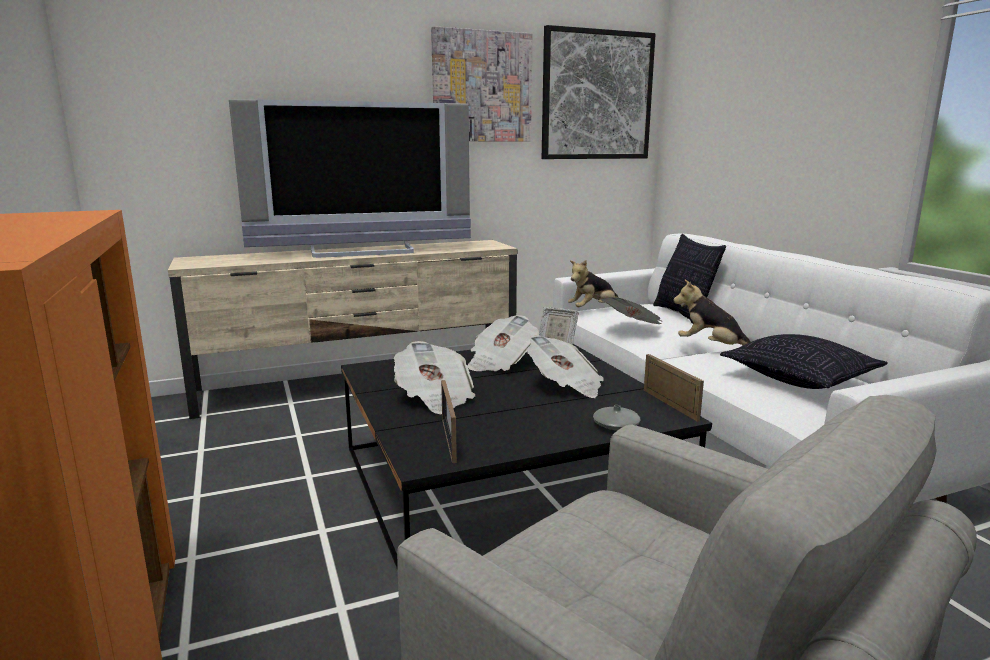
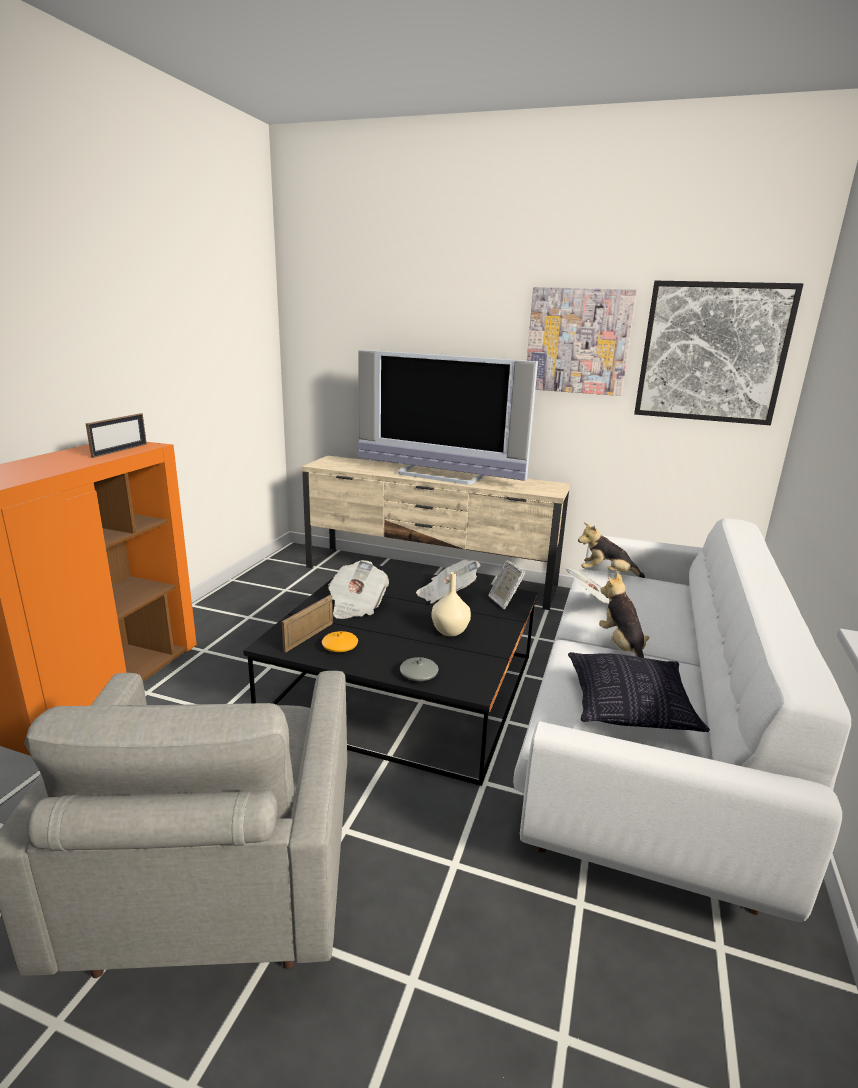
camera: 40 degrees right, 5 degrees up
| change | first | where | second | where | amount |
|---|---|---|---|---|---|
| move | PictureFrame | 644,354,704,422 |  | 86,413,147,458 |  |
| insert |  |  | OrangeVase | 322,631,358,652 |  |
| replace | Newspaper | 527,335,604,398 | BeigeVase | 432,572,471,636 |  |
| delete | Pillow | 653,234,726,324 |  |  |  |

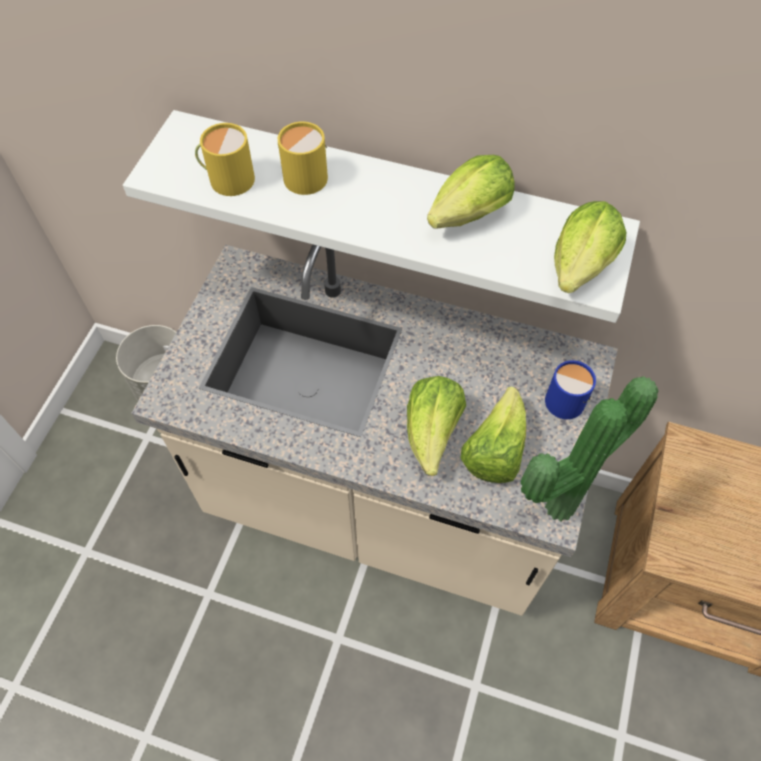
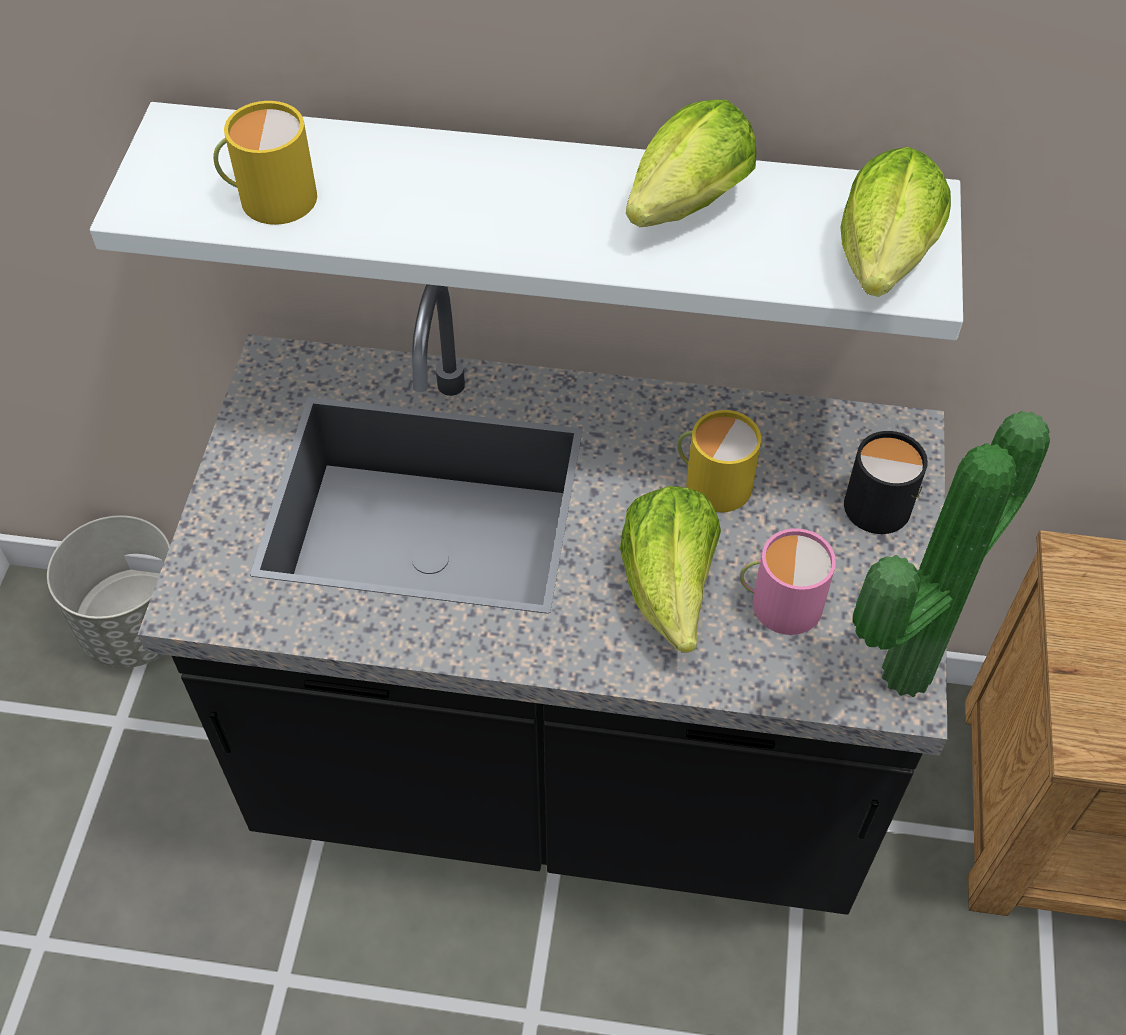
camera: 10 degrees left, 5 degrees down
| change | first | where | second | where | amount |
|---|---|---|---|---|---|
| recolor | BeigeCounter | 131,245,618,616 | BlackCounter | 138,284,947,915 |  |
| move | YellowMug | 278,122,328,195 |  | 677,410,761,512 |  |
| replace | Lettuce | 461,387,526,483 | PinkMug | 739,528,836,635 |  |
| recolor | BlueMug | 545,360,596,419 | BlackMug | 844,431,928,534 |  |

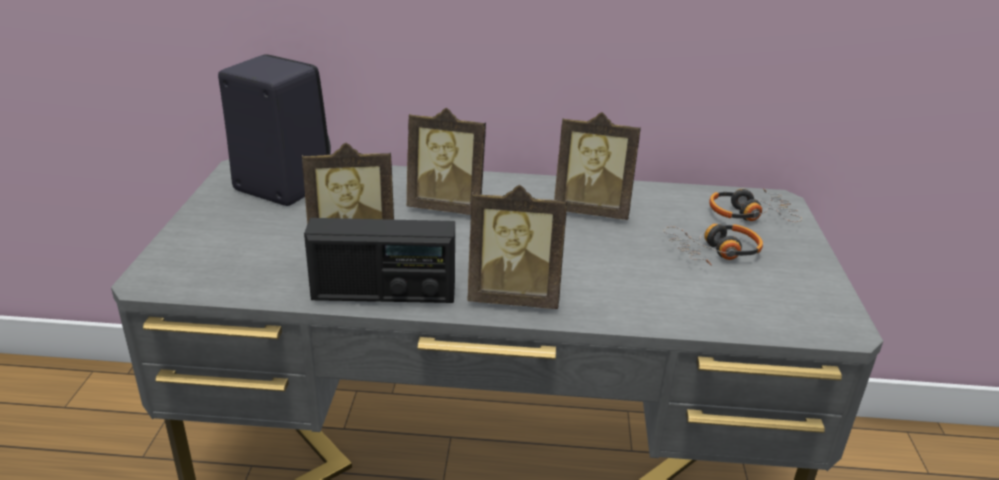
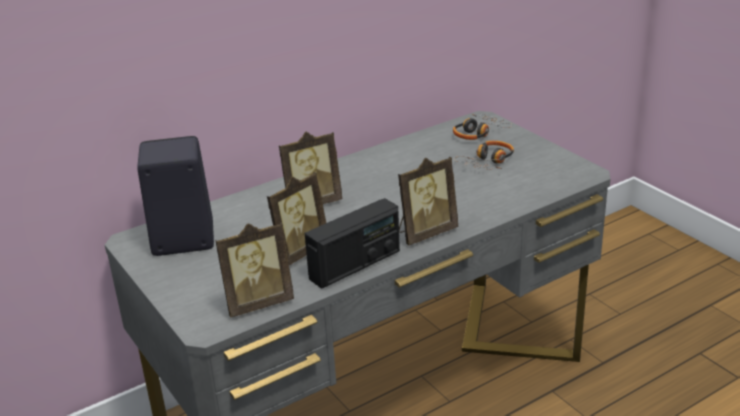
camera: 35 degrees left, 0 degrees up
| change | first | where | second | where | amount |
|---|---|---|---|---|---|
| move | PictureFrame | 554,112,641,220 |  | 215,223,294,317 |  |

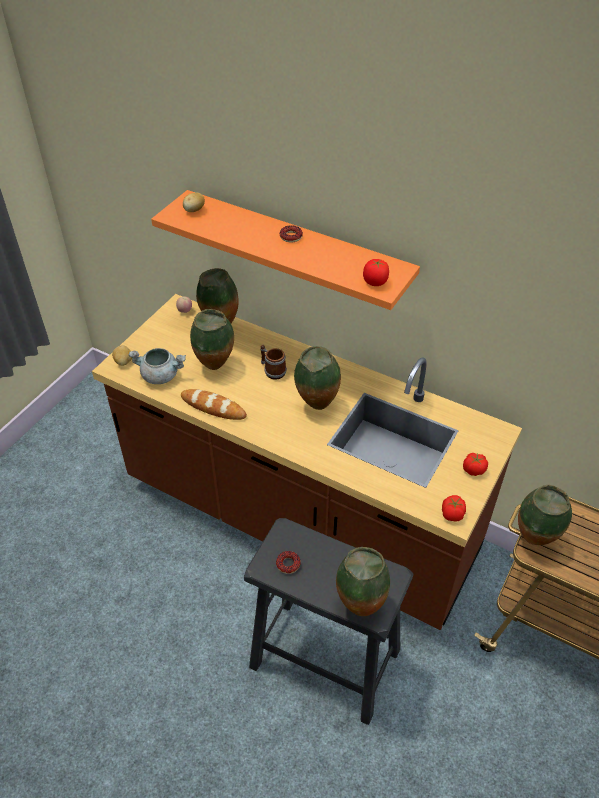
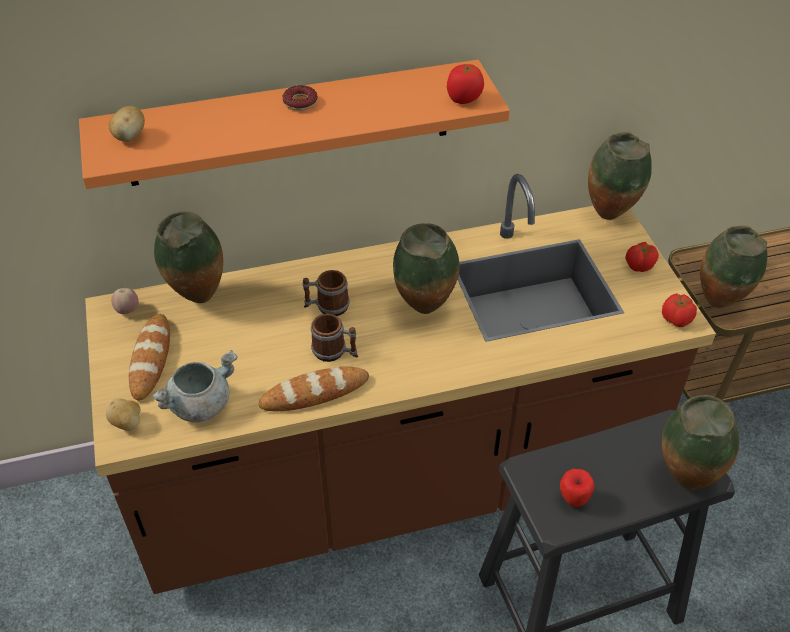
camera: 45 degrees left, 0 degrees up
| change | first | where | second | where | amount |
|---|---|---|---|---|---|
| insert |  |  | Bread | 129,314,170,401 |  |
| insert |  |  | Mug | 311,313,358,362 |  |
| replace | Donut | 276,551,301,574 | Apple | 560,469,595,507 |  |
| move | Vase | 190,309,234,370 |  | 588,132,652,220 |  |

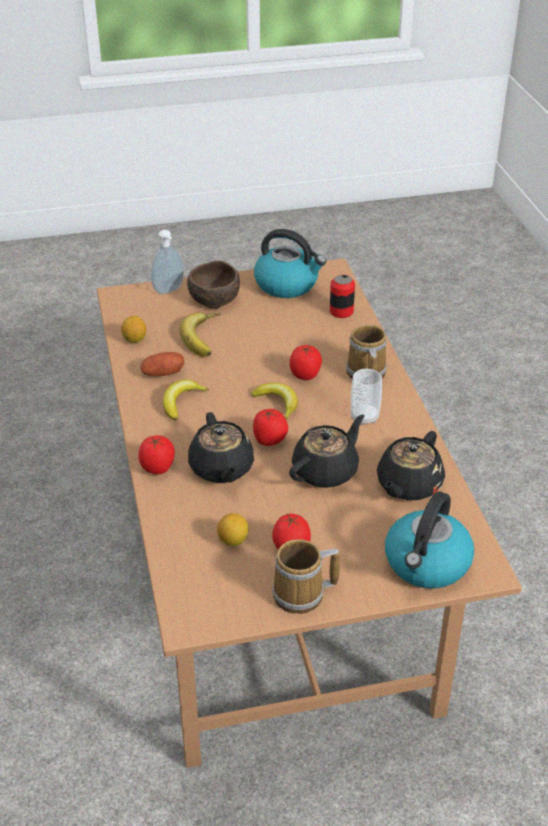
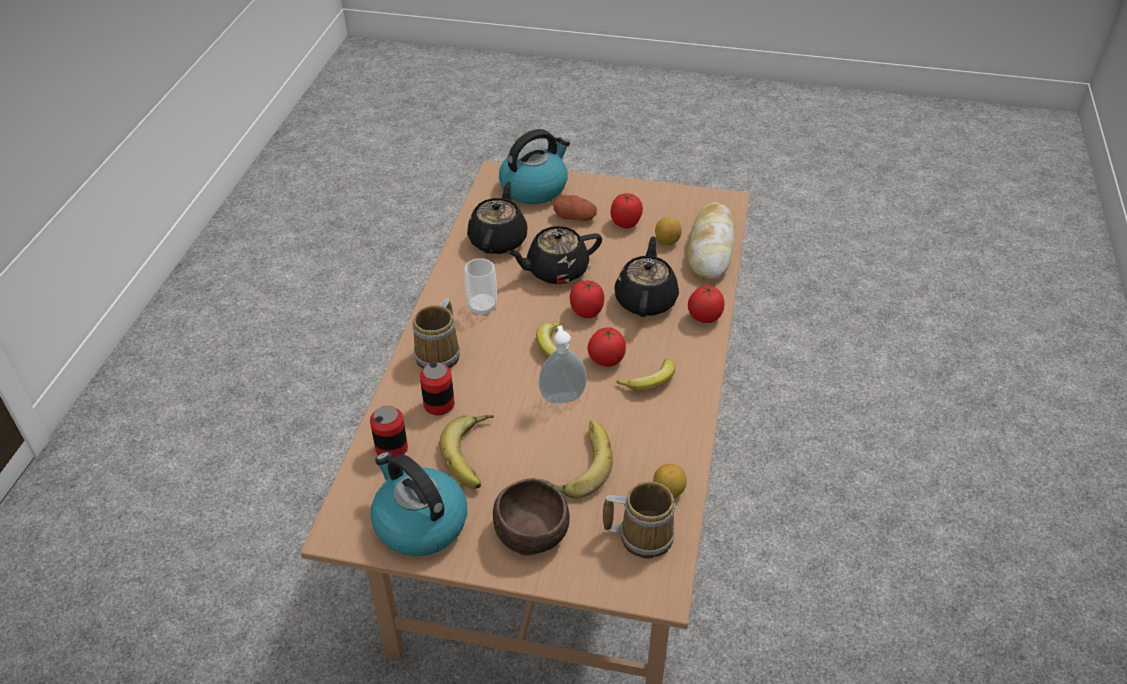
camera: 155 degrees left, 5 degrees up
| change | first | where | second | where | amount |
|---|---|---|---|---|---|
| insert |  |  | Can | 420,362,455,415 |  |
| insert |  |  | Banana | 439,415,494,489 |  |
| rotate | BlackTeapot | 377,431,445,500 |  | 467,181,527,254 | 45 degrees counterclockwise |
| move | SoapDispenser | 151,230,184,294 |  | 539,326,587,404 |  |
| move | Potato | 140,352,184,376 |  | 553,195,597,221 |  |
| move | Tomato | 290,345,322,380 |  | 588,327,626,367 |  |
| move | Mug | 272,539,340,614 |  | 603,481,675,559 |  |
| insert |  |  | Bread | 687,203,735,279 |  |

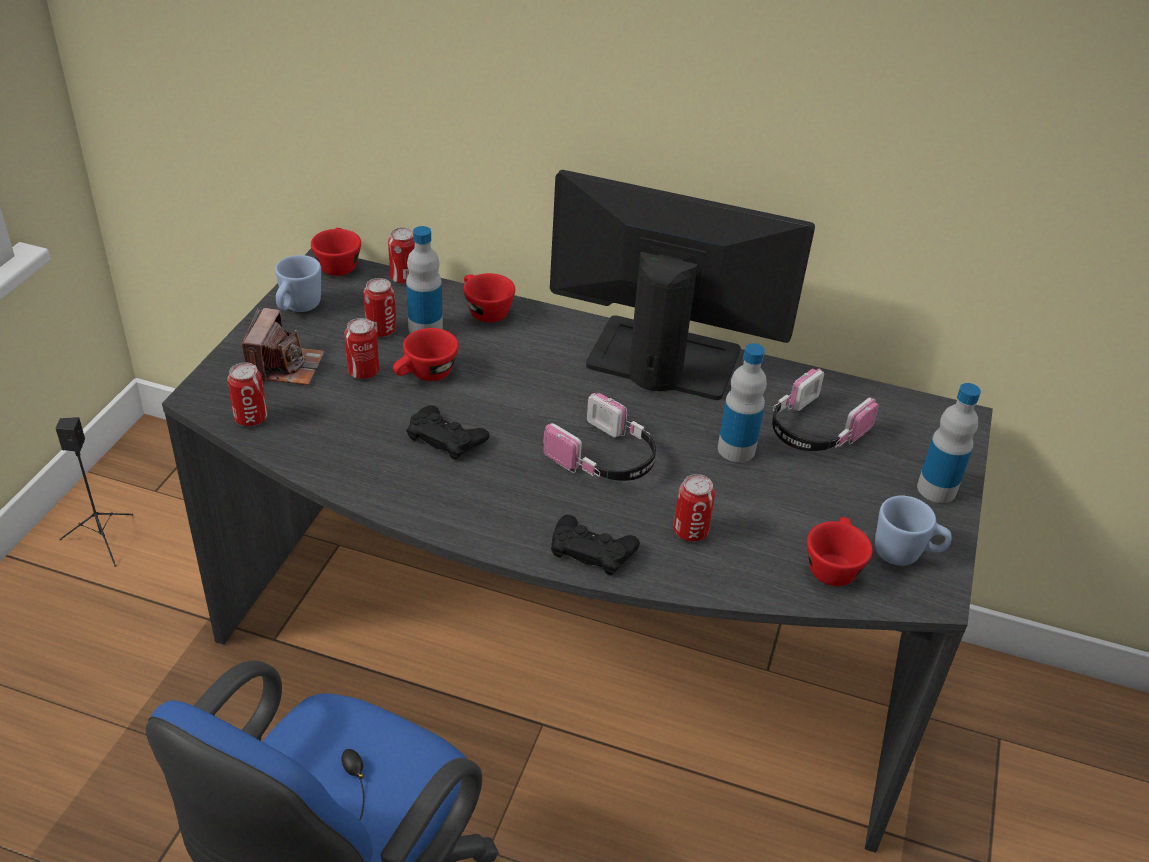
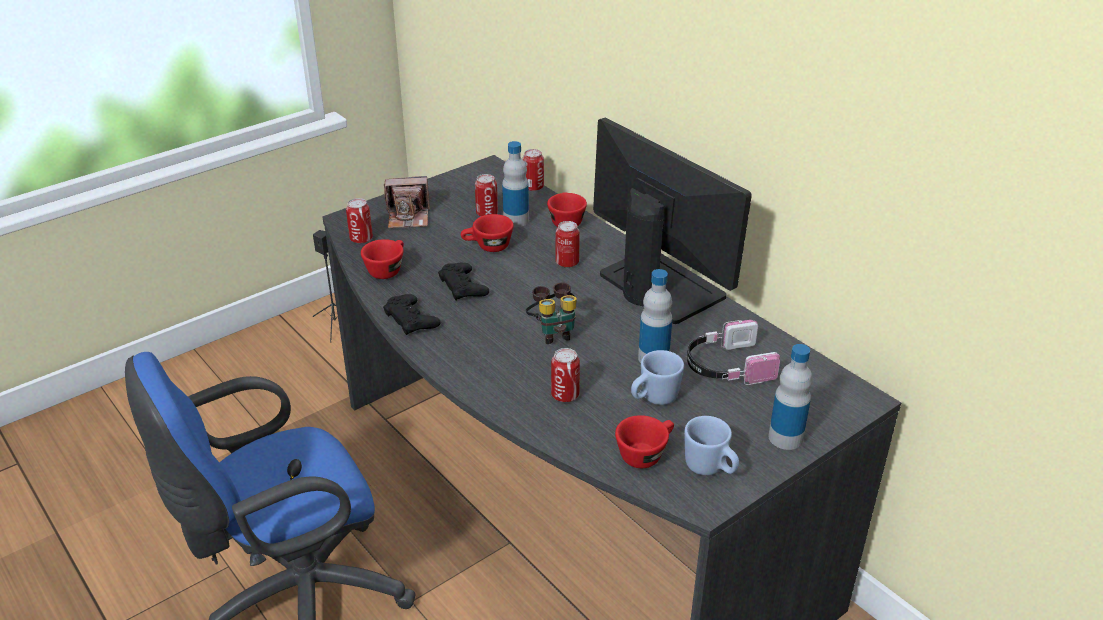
camera: 35 degrees right, 5 degrees down
| change | first | where | second | where | amount |
|---|---|---|---|---|---|
| move | RedCup | 311,228,361,276 |  | 361,239,404,279 |  |
| move | BlackGameController | 551,515,640,575 |  | 383,294,440,335 |  |
| rotate | PhotoCamera | 242,308,325,385 |  | 384,176,430,228 | 45 degrees clockwise |
| replace | Headphones | 543,393,656,481 | Binoculars | 526,283,577,344 |  |
| move | Can | 345,318,379,379 |  | 555,221,579,268 |  |
| move | BlueMug | 275,255,321,312 |  | 631,350,684,405 |  |

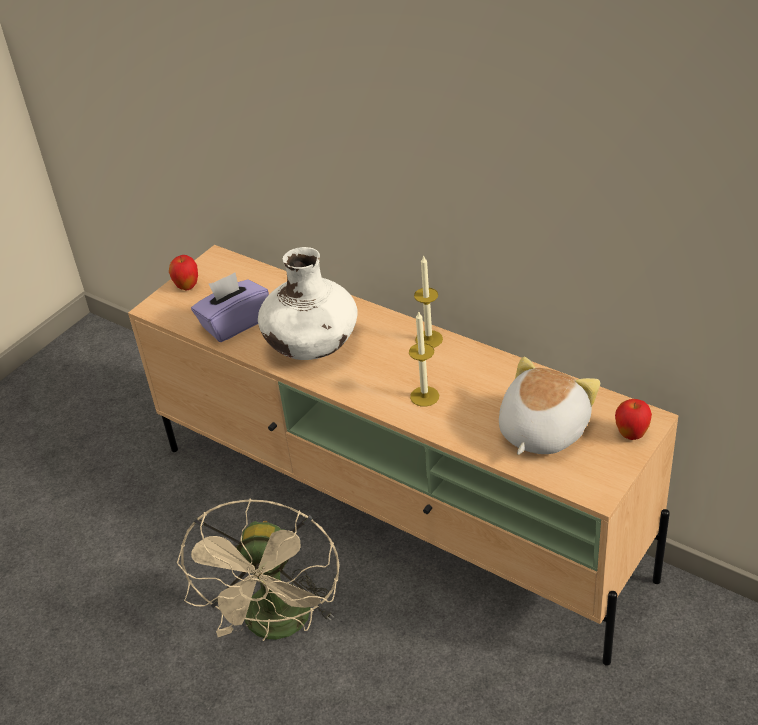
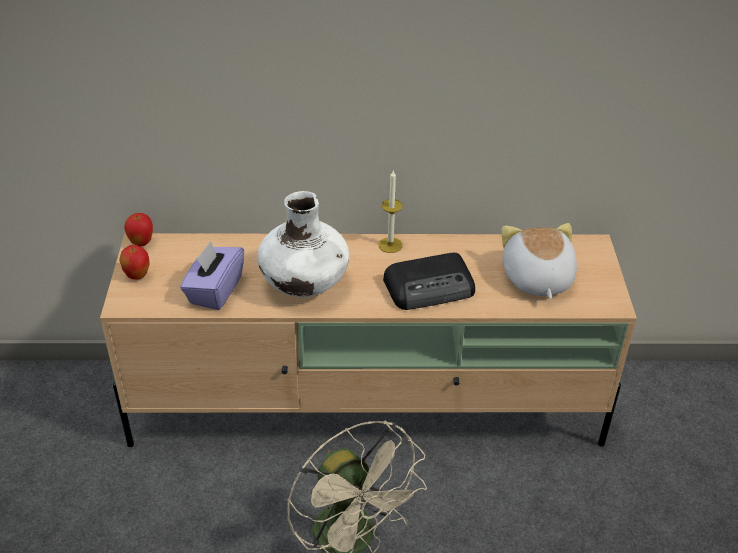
camera: 40 degrees left, 0 degrees up
| change | first | where | second | where | amount |
|---|---|---|---|---|---|
| move | Apple | 615,399,652,440 |  | 124,213,153,247 |  |
| replace | Candle | 409,312,439,407 | Radio | 383,253,475,310 |  |

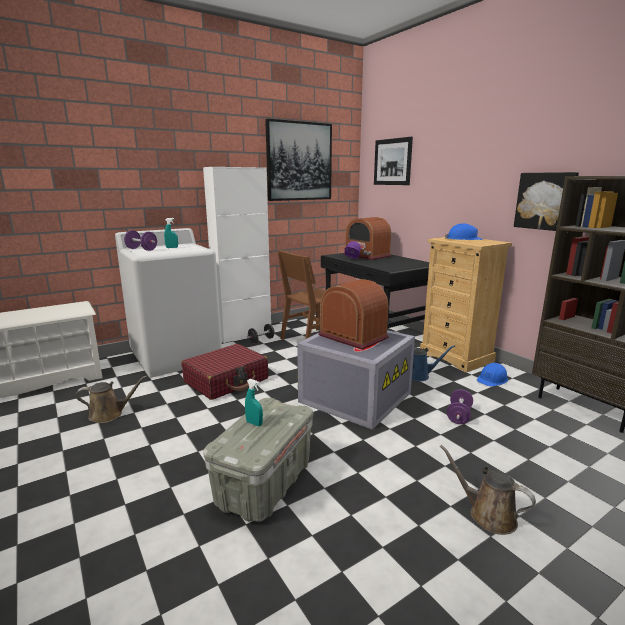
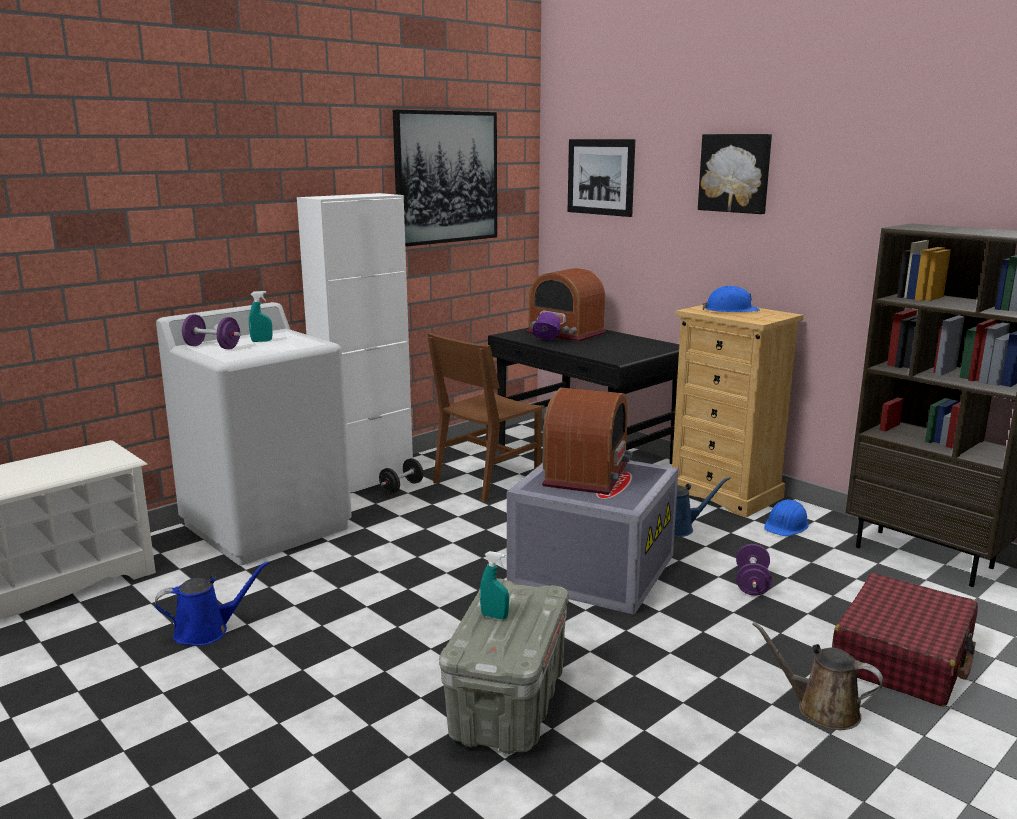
camera: 10 degrees left, 0 degrees up
| change | first | where | second | where | amount |
|---|---|---|---|---|---|
| recolor | BrownWateringCan | 76,375,147,423 | BlueWateringCan | 155,561,269,646 |  |
| rotate | Radio | 318,279,389,350 |  | 542,388,632,495 | 75 degrees clockwise |
| move | Picture | 514,172,579,231 |  | 698,134,772,214 |  |
| move | RedSuitcase | 181,344,268,400 |  | 832,573,978,707 |  |

